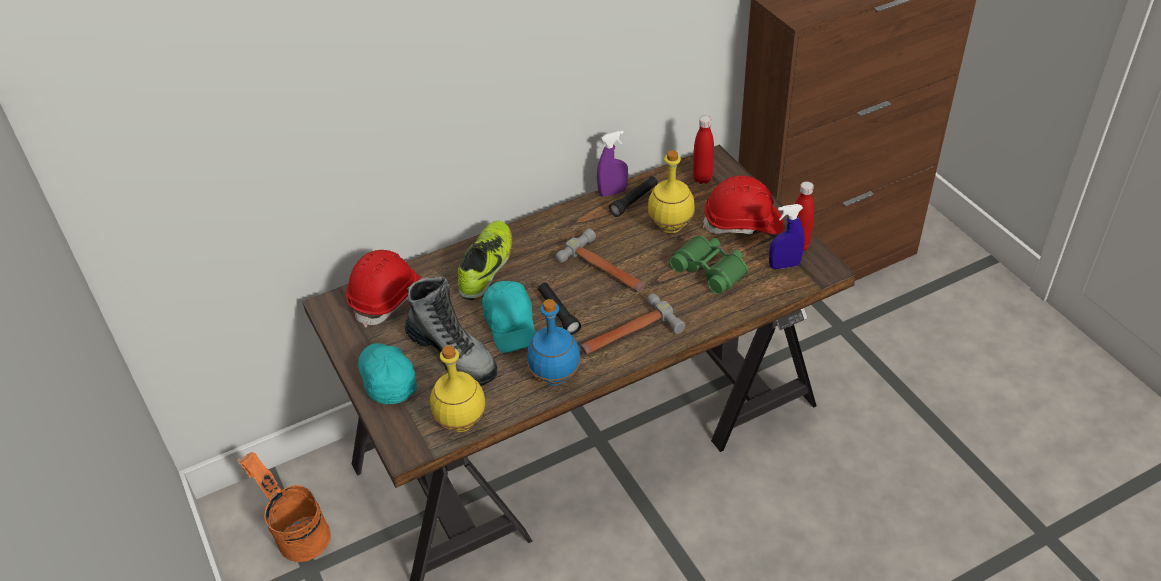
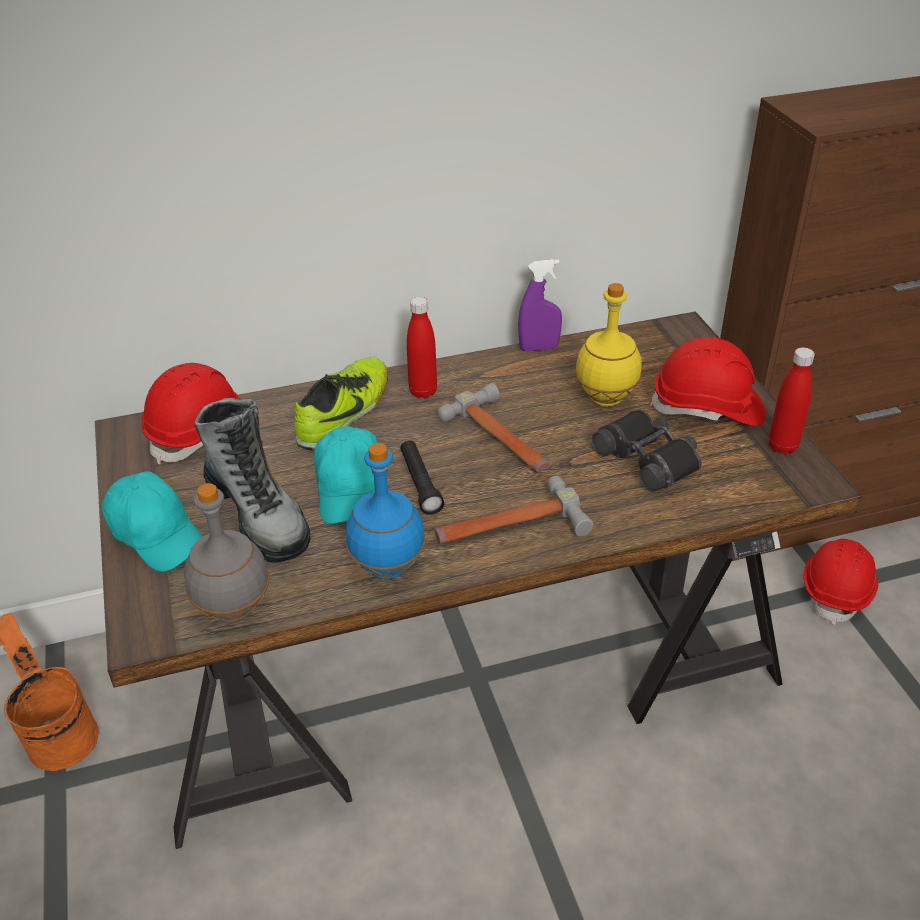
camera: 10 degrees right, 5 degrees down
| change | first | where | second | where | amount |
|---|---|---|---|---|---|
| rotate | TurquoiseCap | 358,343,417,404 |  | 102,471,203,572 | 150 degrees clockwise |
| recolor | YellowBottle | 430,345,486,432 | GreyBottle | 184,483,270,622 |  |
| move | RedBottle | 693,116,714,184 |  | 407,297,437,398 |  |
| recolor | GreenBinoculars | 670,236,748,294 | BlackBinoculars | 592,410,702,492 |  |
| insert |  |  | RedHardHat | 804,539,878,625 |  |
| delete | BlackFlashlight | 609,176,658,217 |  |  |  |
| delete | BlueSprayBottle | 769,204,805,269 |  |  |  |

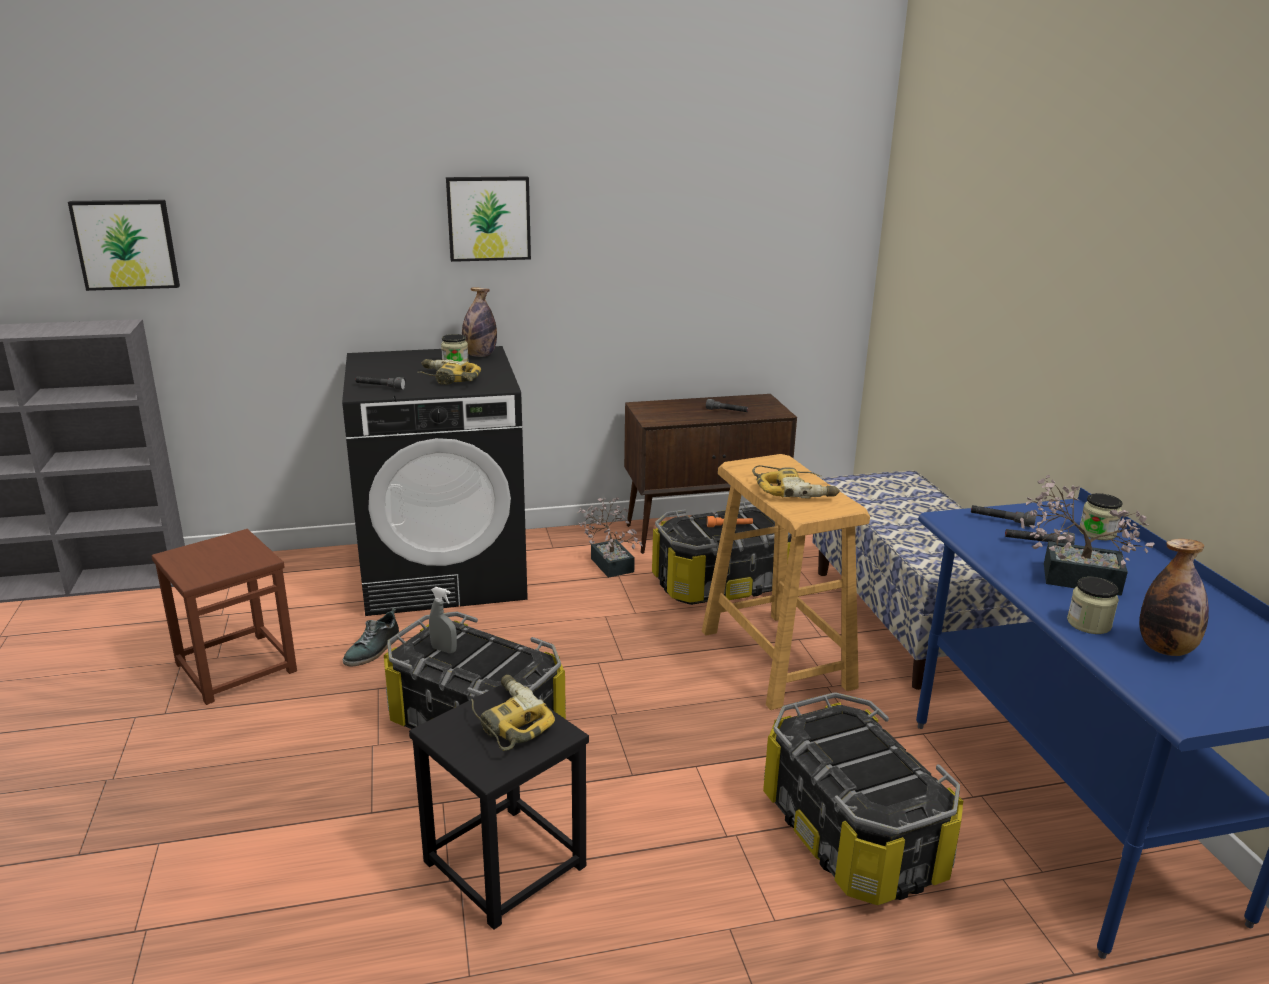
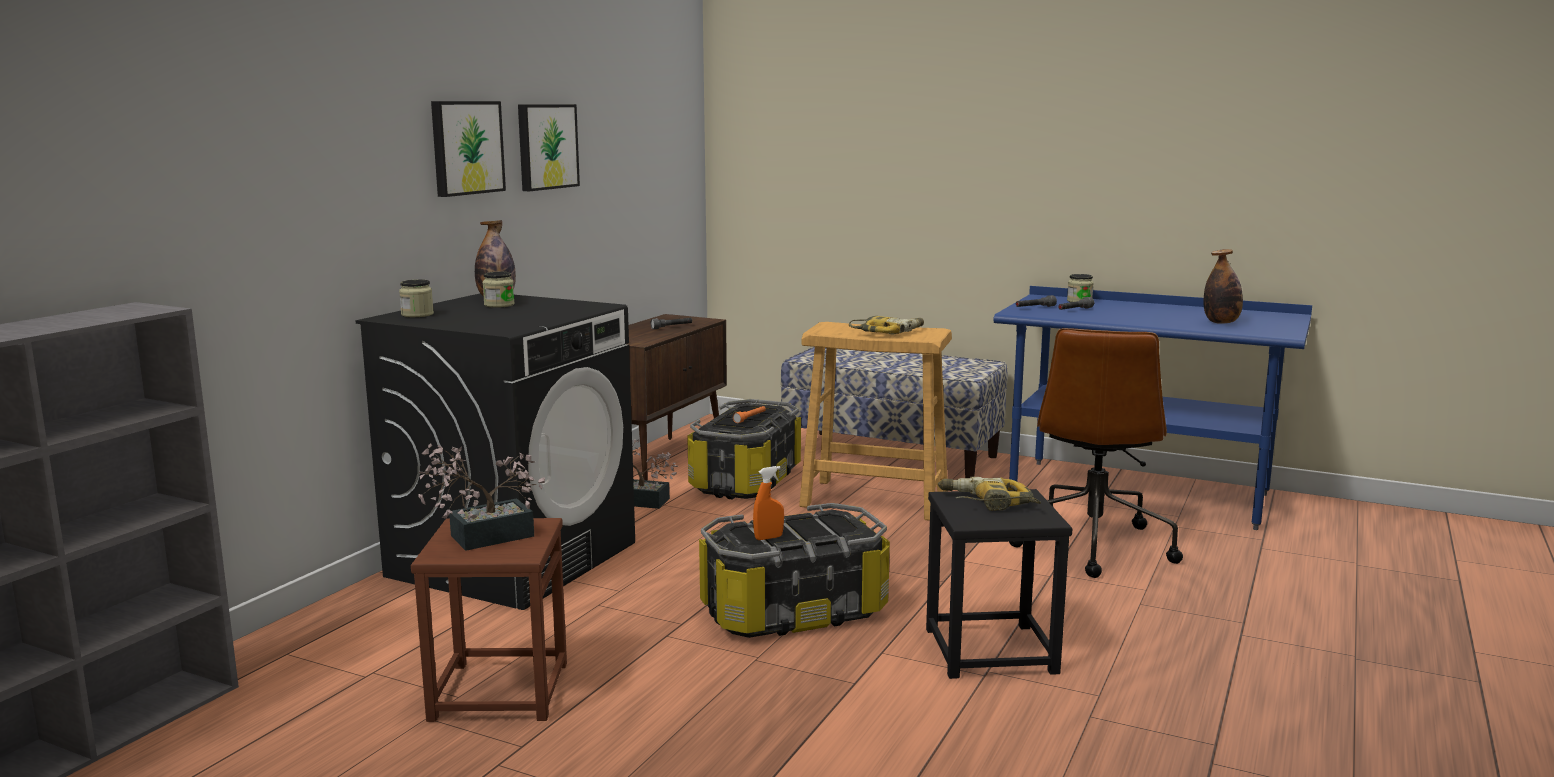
camera: 50 degrees left, 10 degrees down
| change | first | where | second | where | amount |
|---|---|---|---|---|---|
| move | Jar | 1067,577,1119,634 |  | 399,279,434,317 |  |
| move | PottedPlant | 1020,475,1155,596 |  | 418,444,545,551 |  |
| move | Picture | 68,200,180,291 |  | 518,104,580,191 |  |
| recolor | GreySprayBottle | 429,587,457,653 | OrangeSprayBottle | 753,466,784,540 |  |
| replace | StorageBox | 763,692,963,905 | BrownOfficeChair | 1009,328,1183,578 |  |
| delete | Shoe | 343,608,399,666 |  |  |  |
| delete | GreyFlashlight | 355,377,406,390 |  |  |  |
| delete | PowerDrill | 417,359,481,385 |  |  |  |

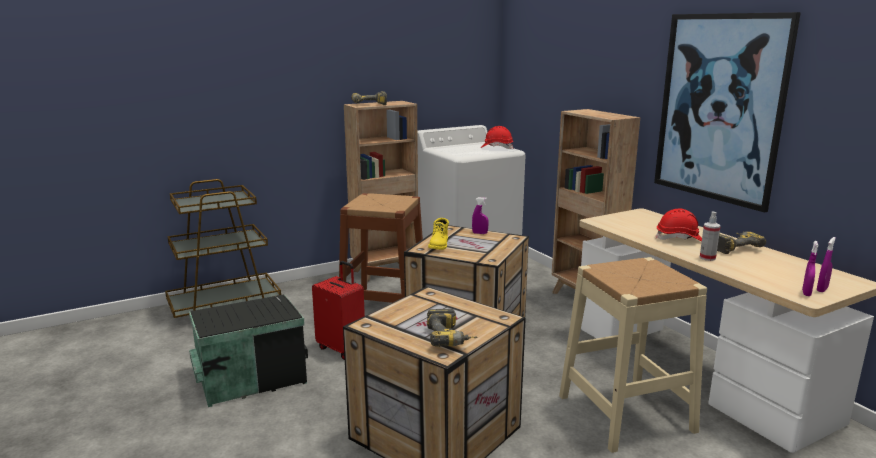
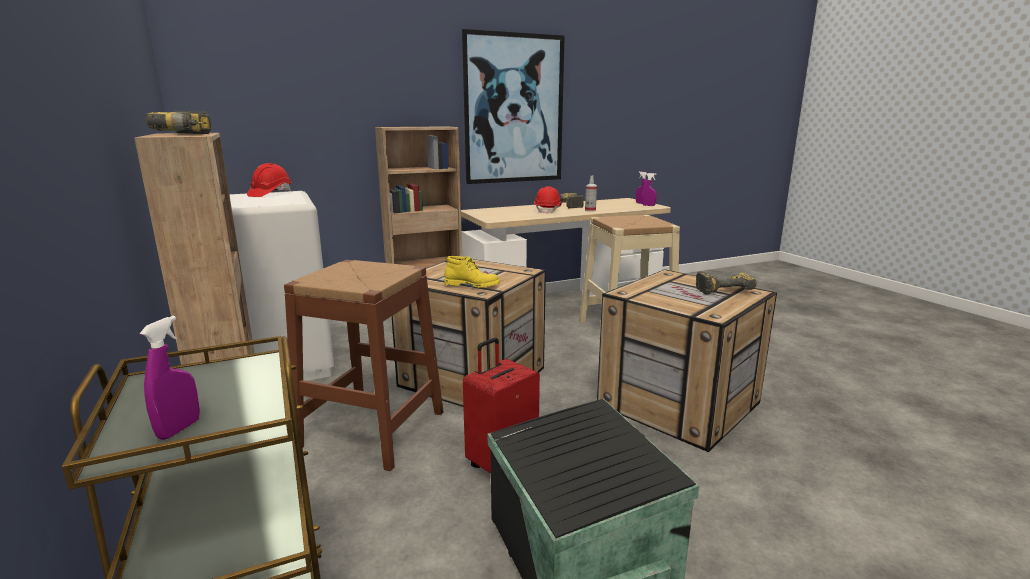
camera: 85 degrees left, 0 degrees up
| change | first | where | second | where | amount |
|---|---|---|---|---|---|
| move | PurpleSprayBottle | 472,197,489,234 |  | 140,316,200,440 |  |

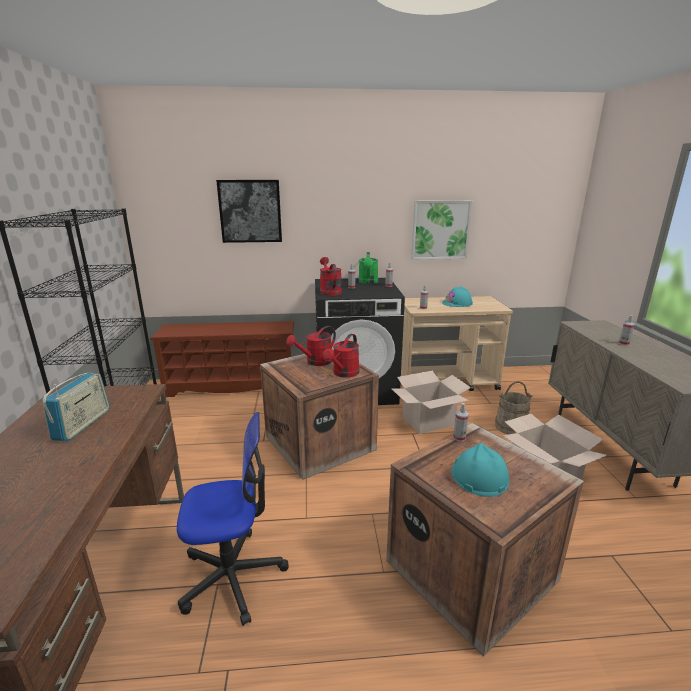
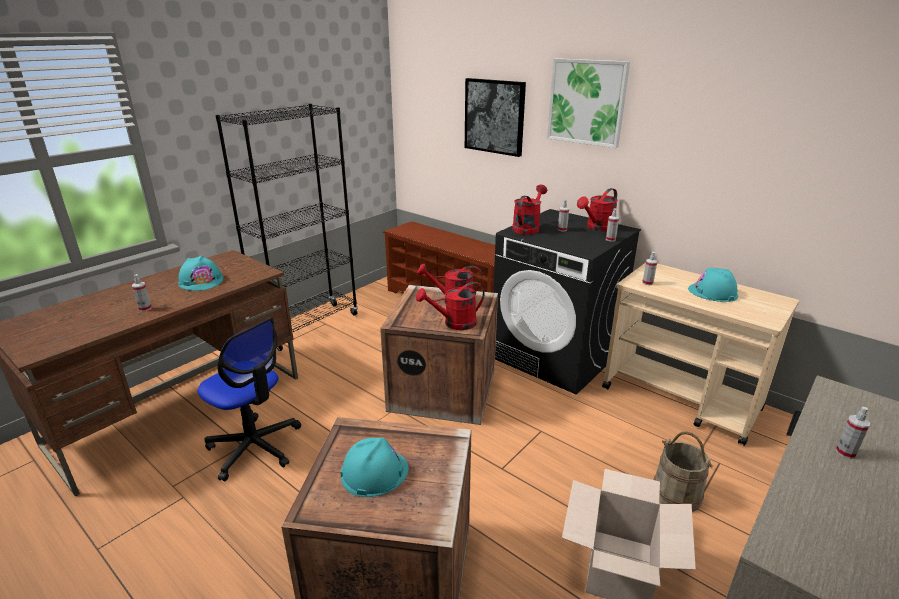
camera: 45 degrees right, 5 degrees up
| change | first | where | second | where | amount |
|---|---|---|---|---|---|
| move | SprayBottle | 453,403,469,442 |  | 132,274,152,312 |  |
| replace | Radio | 42,373,110,442 | TurquoiseHardHat | 178,255,224,291 |  |
| move | Picture | 411,200,473,260 |  | 547,58,630,148 |  |
| recolor | GreenWateringCan | 359,252,378,284 | RedWateringCan | 577,188,618,232 |  |
| delete | CardboardBox | 392,371,471,434 |  |  |  |

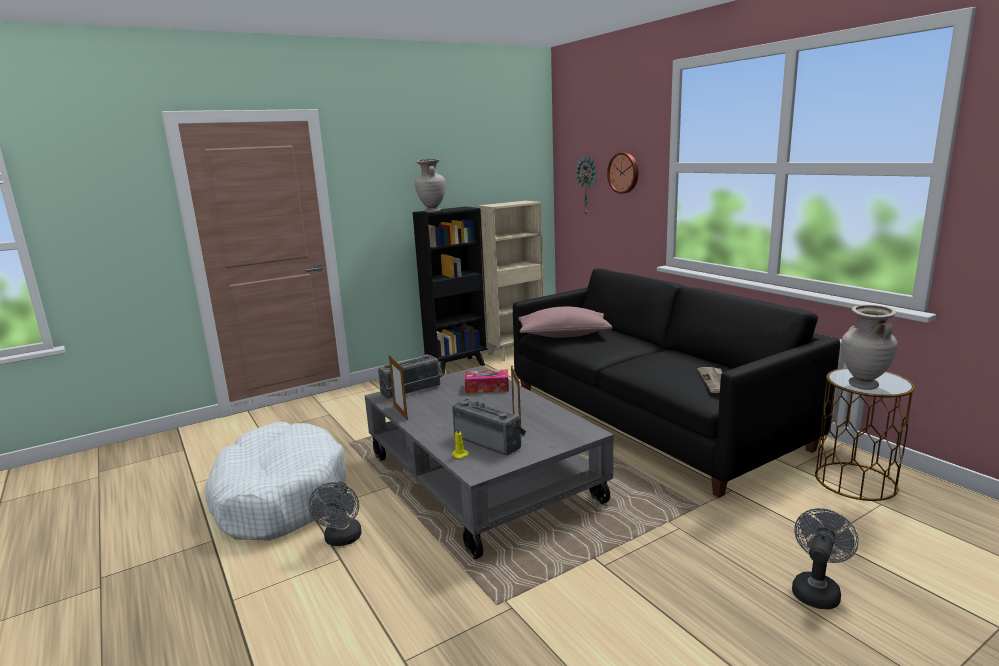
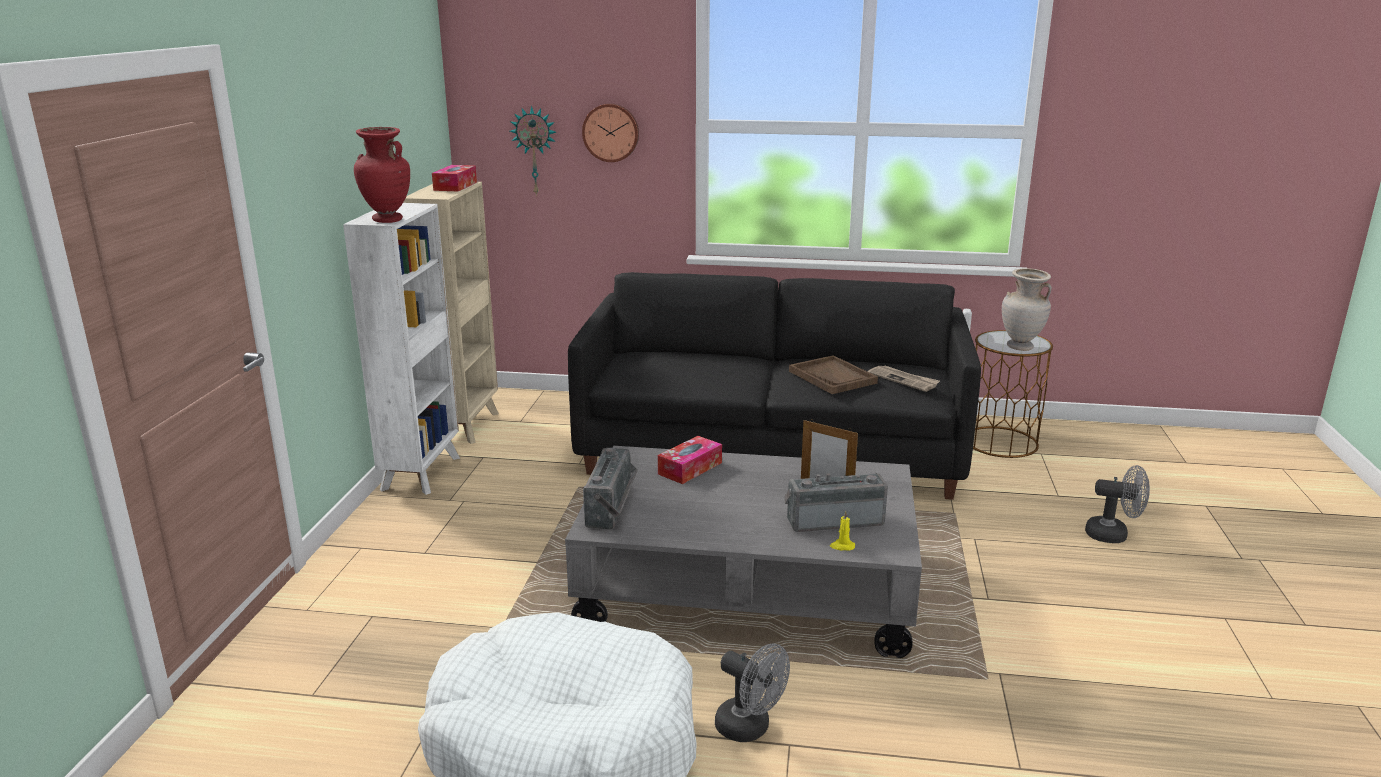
camera: 50 degrees left, 5 degrees up
| change | first | where | second | where | amount |
|---|---|---|---|---|---|
| recolor | BlackBookcase | 413,207,488,375 | WhiteBookcase | 343,203,460,495 |  |
| recolor | BeigeVase | 415,159,446,213 | RedVase | 354,127,410,223 |  |
| insert |  |  | TissueBox | 432,165,477,192 |  |
| insert |  |  | BrownTray | 789,355,878,394 |  |
| rotate | GreyFan | 792,508,859,609 |  | 1085,465,1150,543 | 120 degrees clockwise |
| delete | PictureFrame | 389,355,408,420 |  |  |  |
| delete | PinkPillow | 518,306,612,338 |  |  |  |

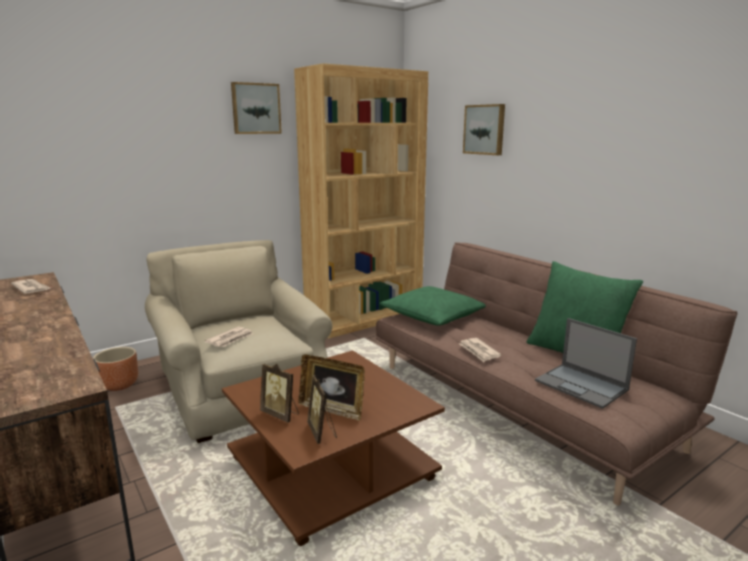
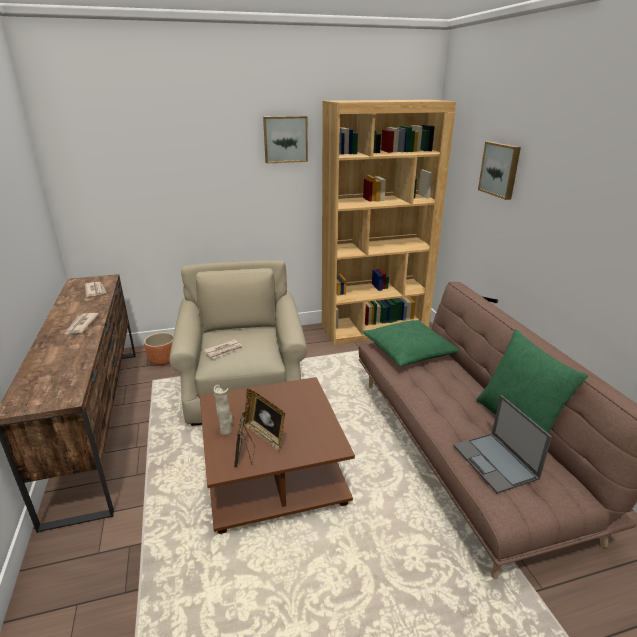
camera: 20 degrees right, 10 degrees up
| change | first | where | second | where | amount |
|---|---|---|---|---|---|
| move | Newspaper | 459,338,501,362 |  | 64,313,99,335 |  |
| replace | PictureFrame | 260,363,299,423 | BeigeVase | 214,385,233,435 |  |

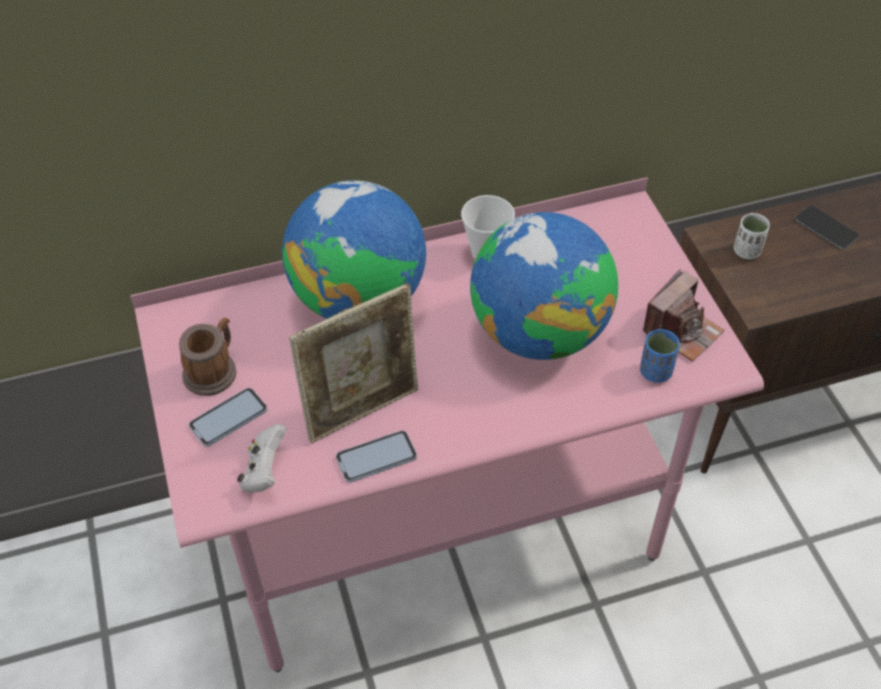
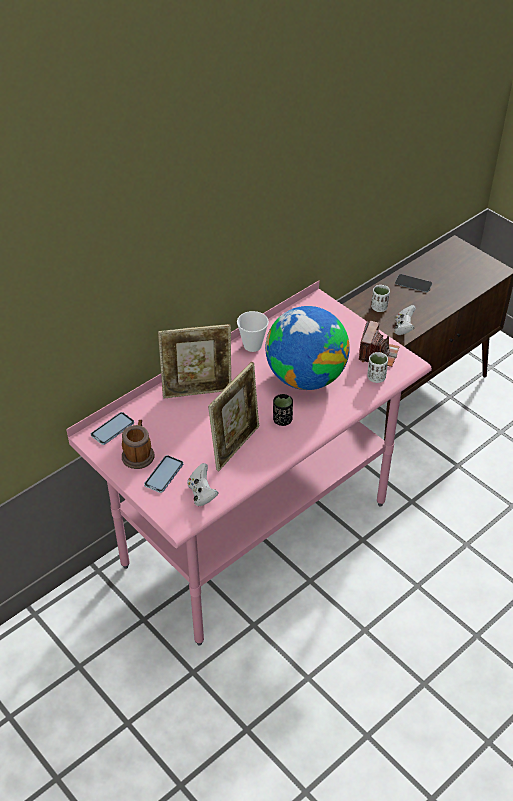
camera: 25 degrees left, 5 degrees down
| change | first | where | second | where | amount |
|---|---|---|---|---|---|
| move | Phone | 336,430,417,483 |  | 91,412,134,445 |  |
| replace | Globe | 282,180,426,319 | PictureFrame | 158,324,231,399 |  |
| insert |  |  | BlackCup | 273,394,293,426 |  |
| recolor | BlueCup | 640,329,680,383 | WhiteCup | 367,352,388,383 |  |
| insert |  |  | WhiteGameController | 394,305,416,335 |  |

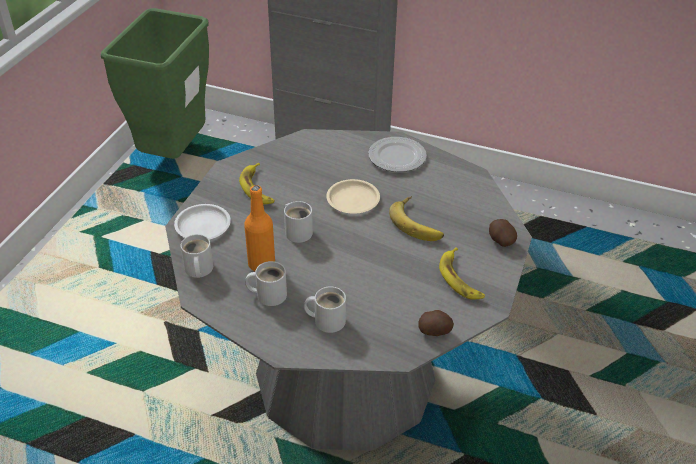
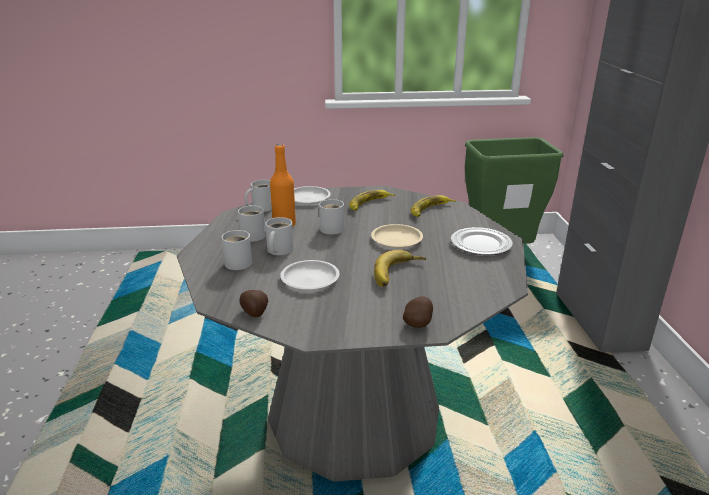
camera: 65 degrees right, 15 degrees down
| change | first | where | second | where | amount |
|---|---|---|---|---|---|
| insert |  |  | WhiteMug | 265,217,294,255 |  |
| insert |  |  | WhitePlate | 280,260,339,290 |  |
| move | Banana | 439,247,485,300 |  | 410,195,456,217 |  |

